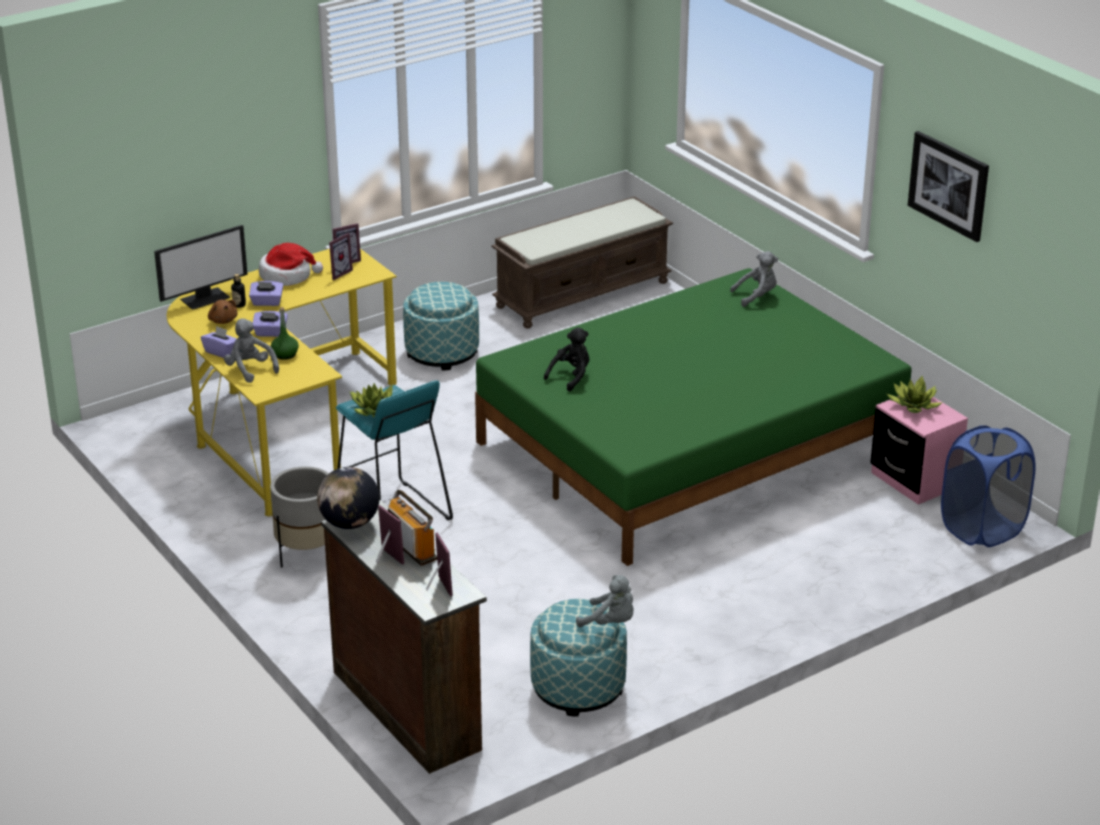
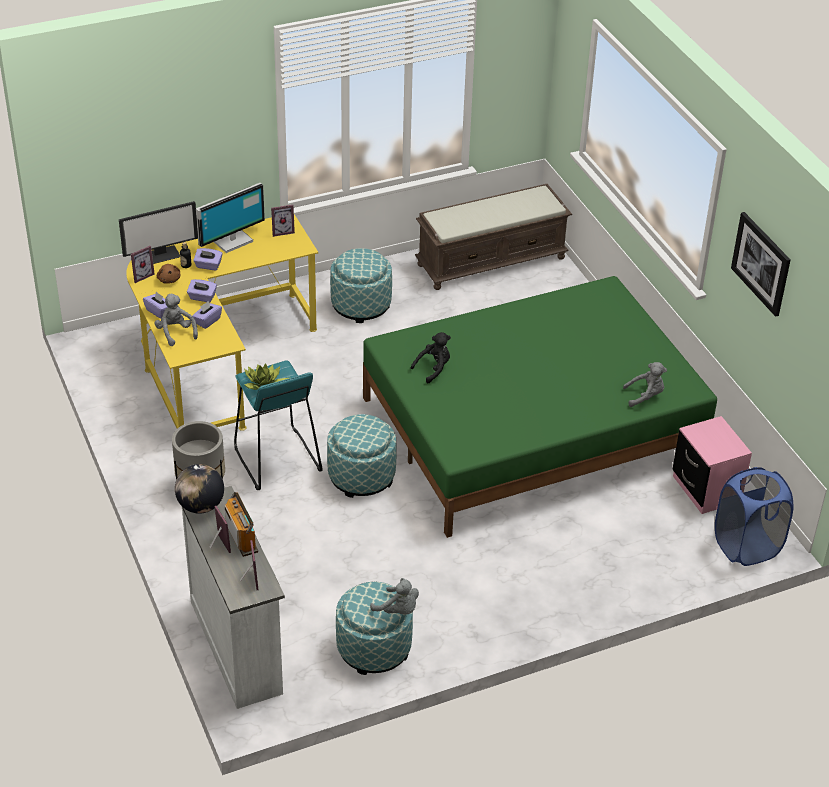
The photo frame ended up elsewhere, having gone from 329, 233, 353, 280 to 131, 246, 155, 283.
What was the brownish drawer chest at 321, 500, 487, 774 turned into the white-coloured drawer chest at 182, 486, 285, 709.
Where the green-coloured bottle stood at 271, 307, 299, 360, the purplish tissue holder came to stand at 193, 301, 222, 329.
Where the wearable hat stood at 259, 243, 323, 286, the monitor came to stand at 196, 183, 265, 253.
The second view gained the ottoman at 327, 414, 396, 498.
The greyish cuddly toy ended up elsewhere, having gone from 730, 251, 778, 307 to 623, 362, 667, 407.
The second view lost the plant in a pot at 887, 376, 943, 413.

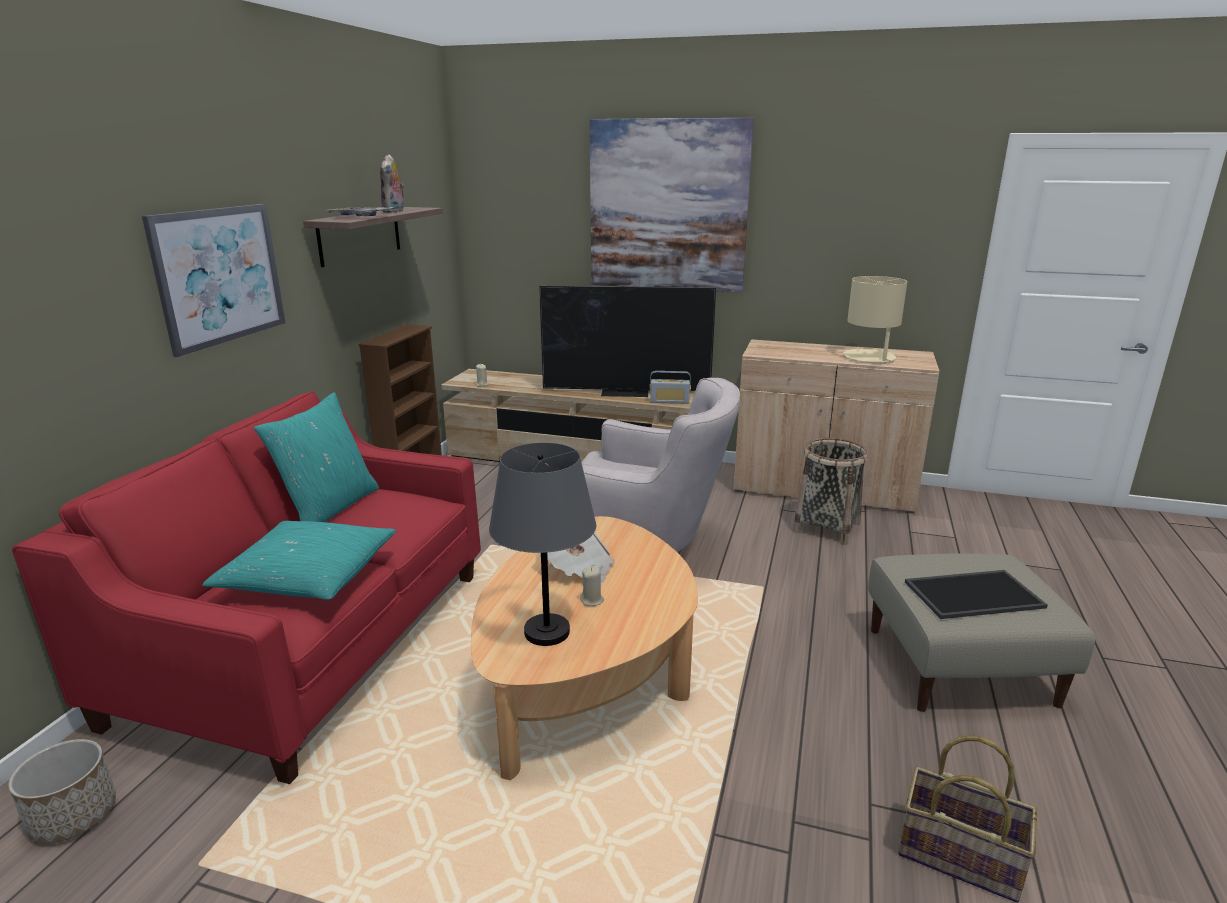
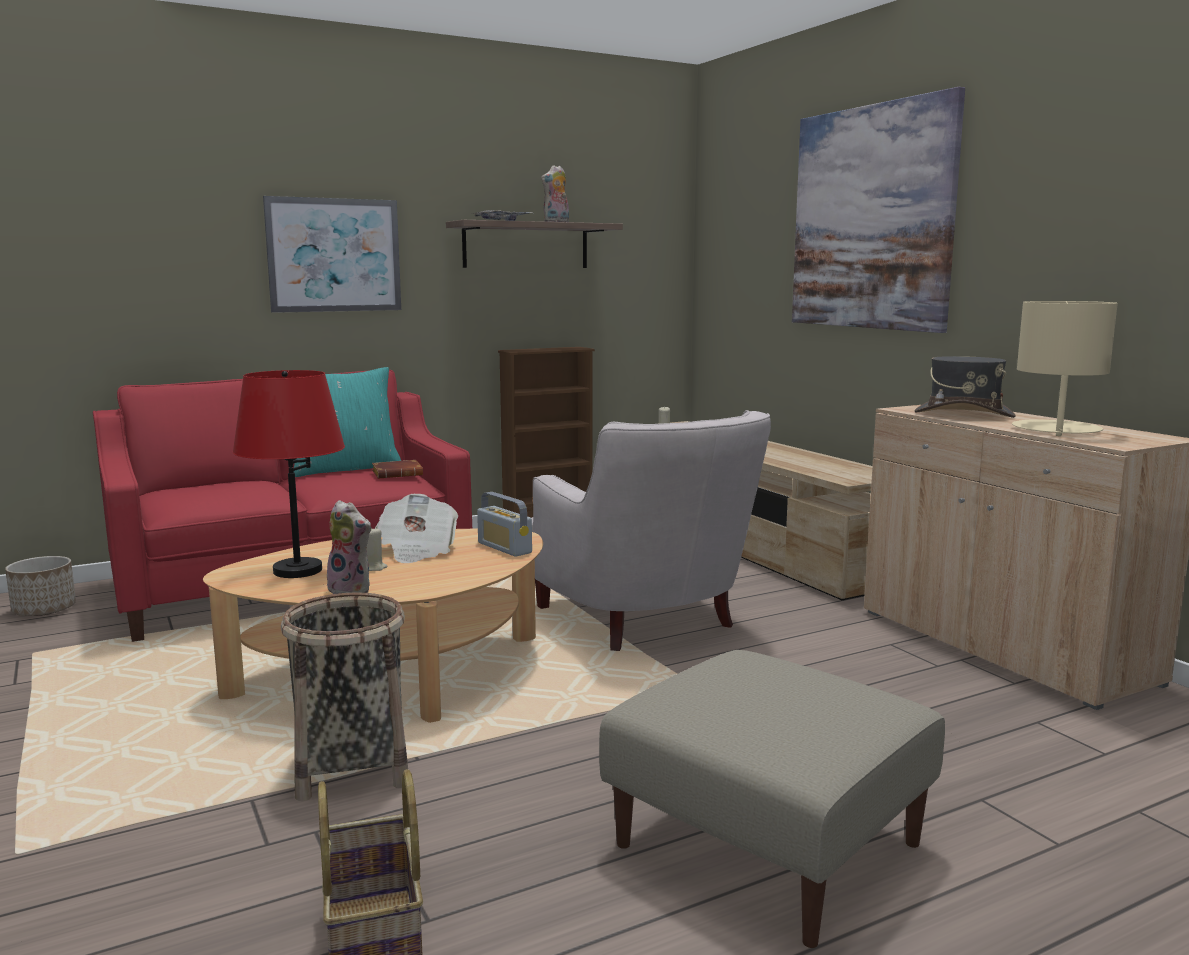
What was the greyish lamp for a table at 489, 443, 596, 646 turned into the red-coloured lamp for a table at 233, 370, 345, 578.
The household basket ended up elsewhere, having gone from 793, 438, 868, 545 to 281, 592, 408, 801.
The second view gained the cuddly toy at 327, 500, 371, 594.
The second view gained the brownish bound book at 372, 460, 423, 479.
The radio receiver ended up elsewhere, having gone from 650, 371, 691, 404 to 477, 492, 532, 557.
The second view gained the greyish wearable hat at 914, 356, 1016, 418.
The second view lost the turquoise throw pillow at 202, 521, 396, 600.
The second view lost the television at 539, 286, 716, 397.
The second view lost the serving tray at 905, 570, 1048, 619.

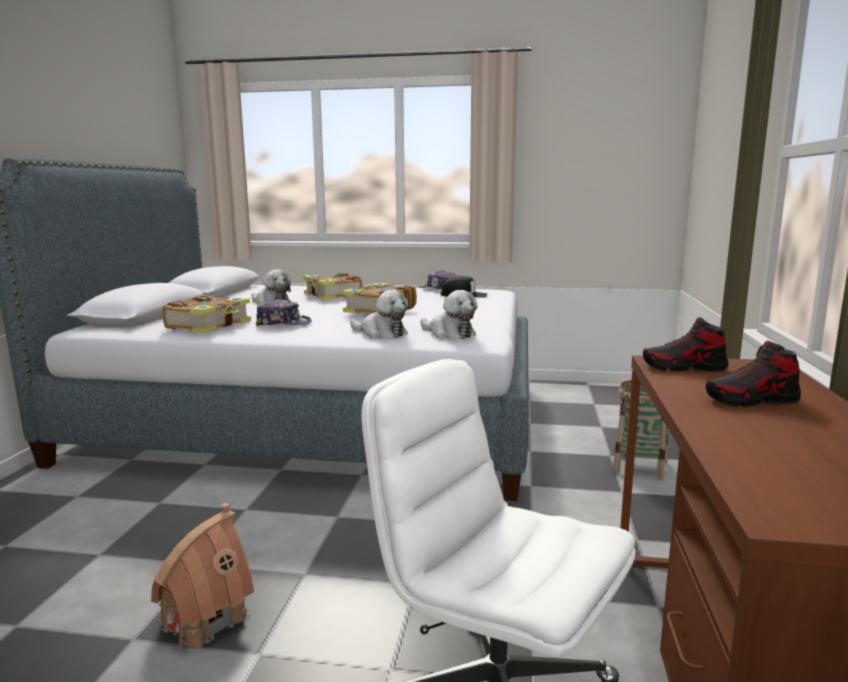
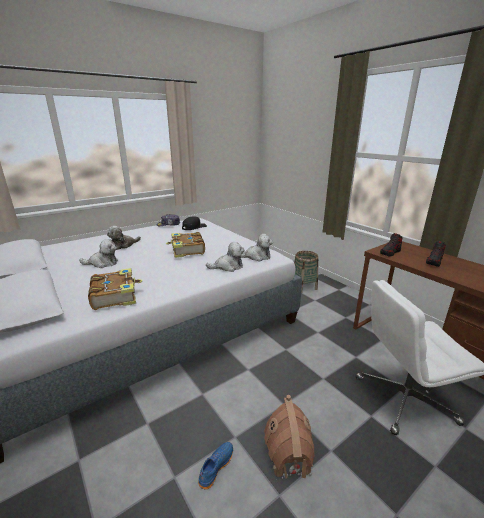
Where the bound book stood at 303, 272, 363, 301, the cuddly toy came to stand at 107, 226, 141, 250.
The second view gained the bluish item of footwear at 198, 442, 233, 489.
The second view lost the baseball cap at 256, 299, 312, 326.

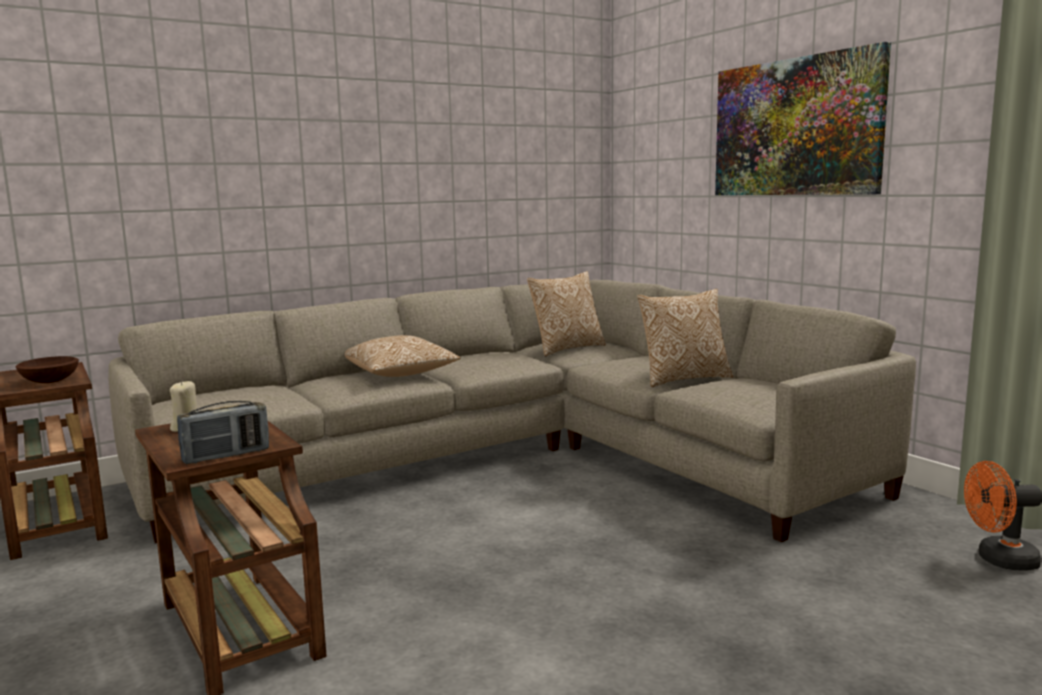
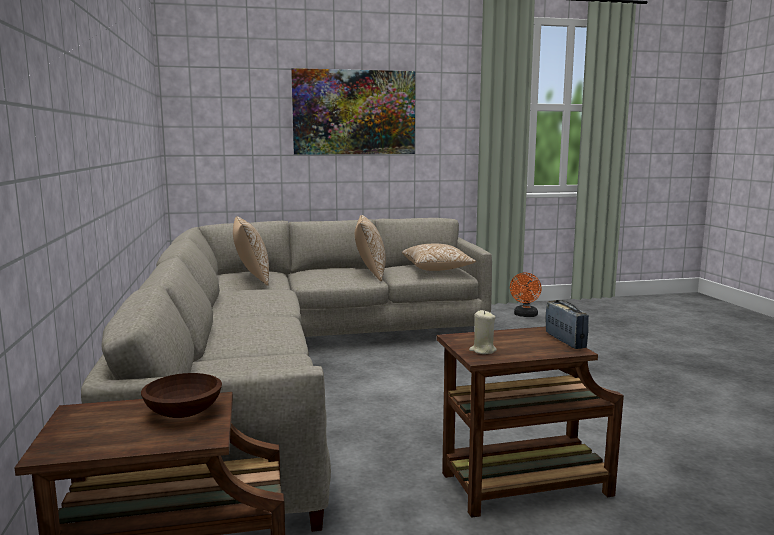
The throw pillow ended up elsewhere, having gone from 345, 335, 461, 377 to 402, 244, 476, 271.

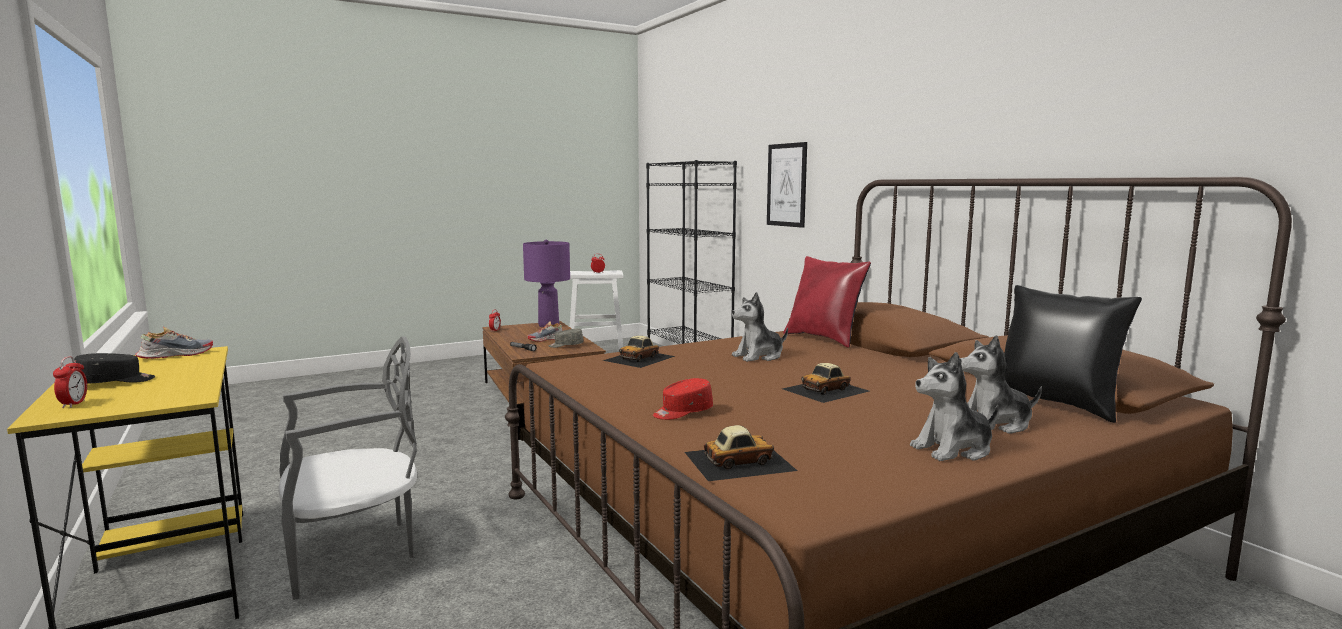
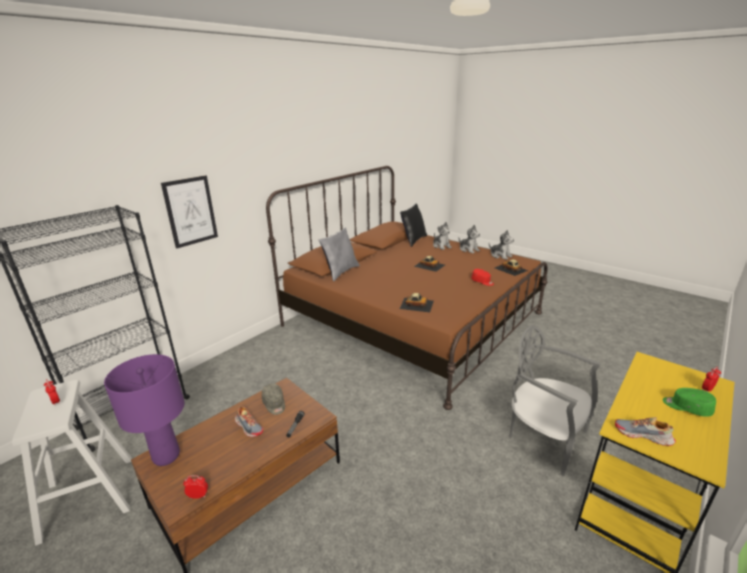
What was the red-coloured throw pillow at 783, 256, 871, 348 turned into the greyish throw pillow at 319, 227, 360, 281.
The cuddly toy ended up elsewhere, having gone from 732, 292, 788, 362 to 489, 230, 514, 260.
What was the black-coloured baseball cap at 74, 353, 155, 384 turned into the green-coloured baseball cap at 663, 388, 716, 417.

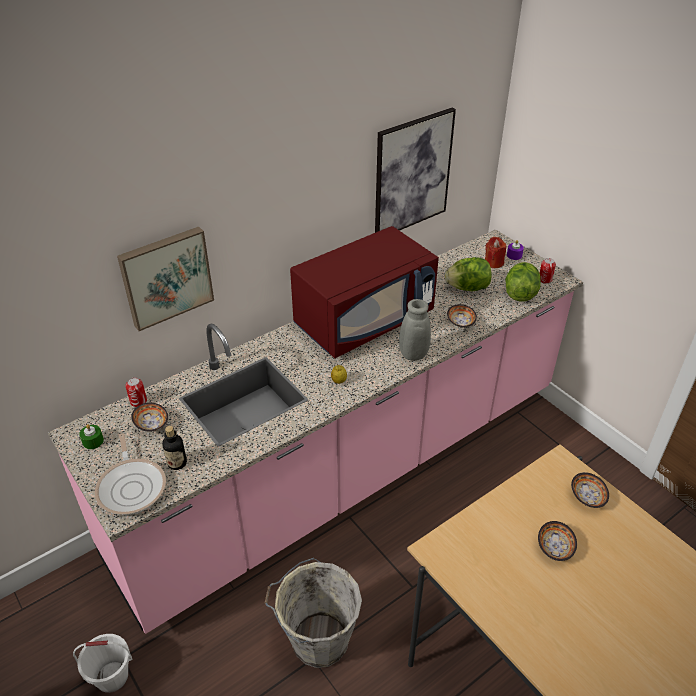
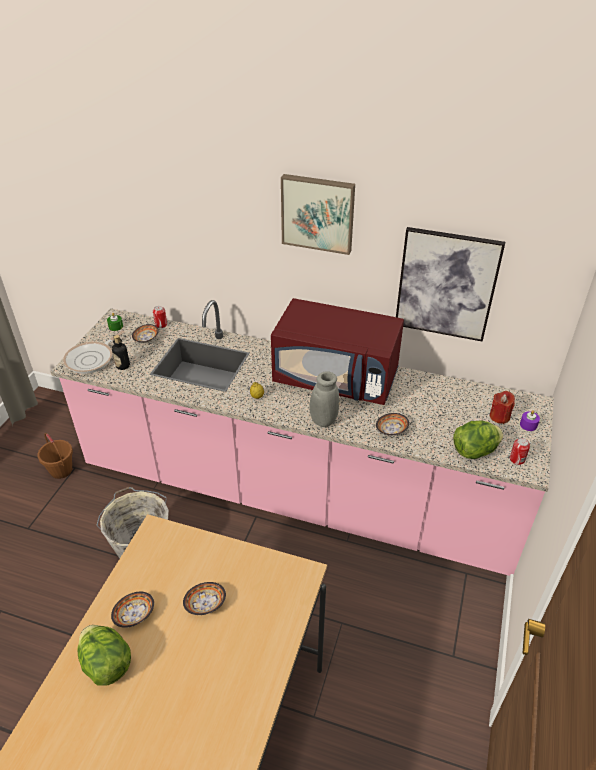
What was the white-coloured water bucket at 73, 634, 132, 693 turned into the brownish water bucket at 38, 433, 73, 479.
The lettuce head ended up elsewhere, having gone from 445, 257, 492, 292 to 78, 625, 131, 686.
The serving bowl ended up elsewhere, having gone from 571, 472, 609, 508 to 111, 592, 154, 628.
The wall picture ended up elsewhere, having gone from 117, 227, 214, 331 to 281, 174, 355, 255.

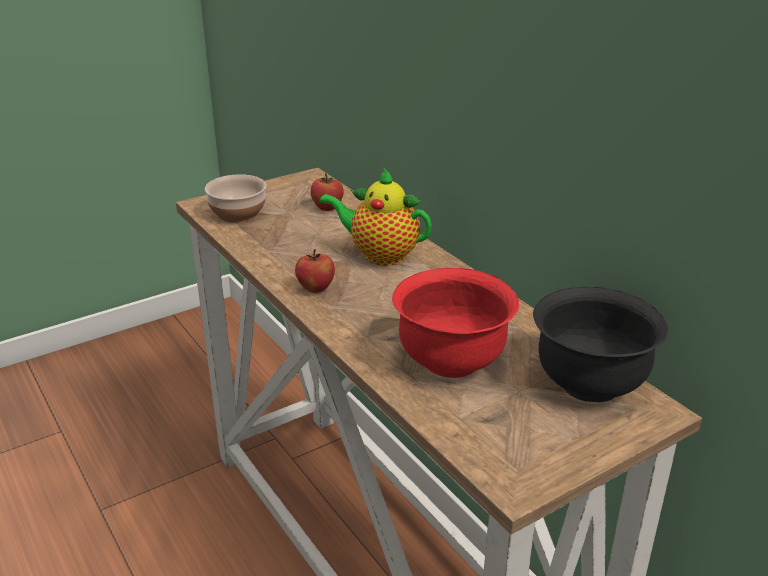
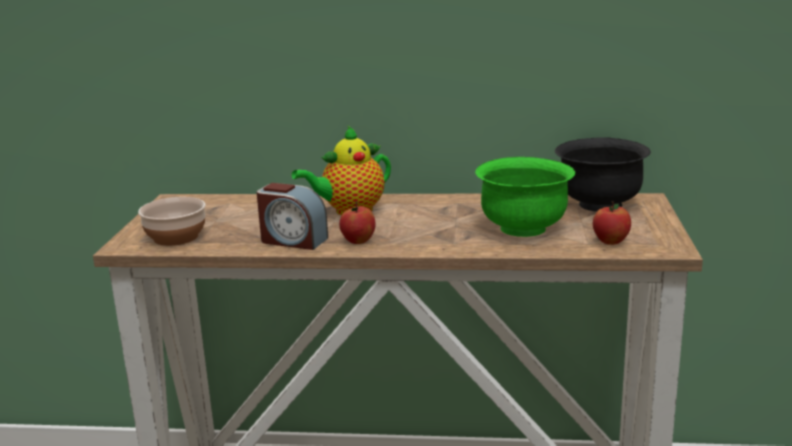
The second view gained the table clock at 257, 183, 328, 250.
What was the red-coloured serving bowl at 392, 268, 519, 378 turned into the green-coloured serving bowl at 475, 157, 575, 237.
The whole apple ended up elsewhere, having gone from 311, 174, 344, 211 to 593, 201, 631, 245.

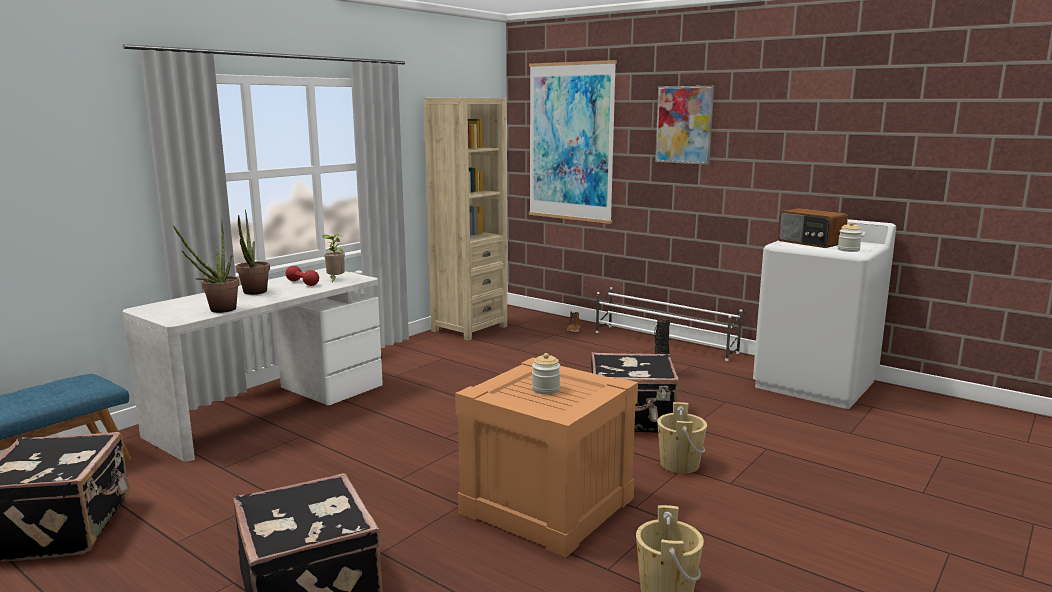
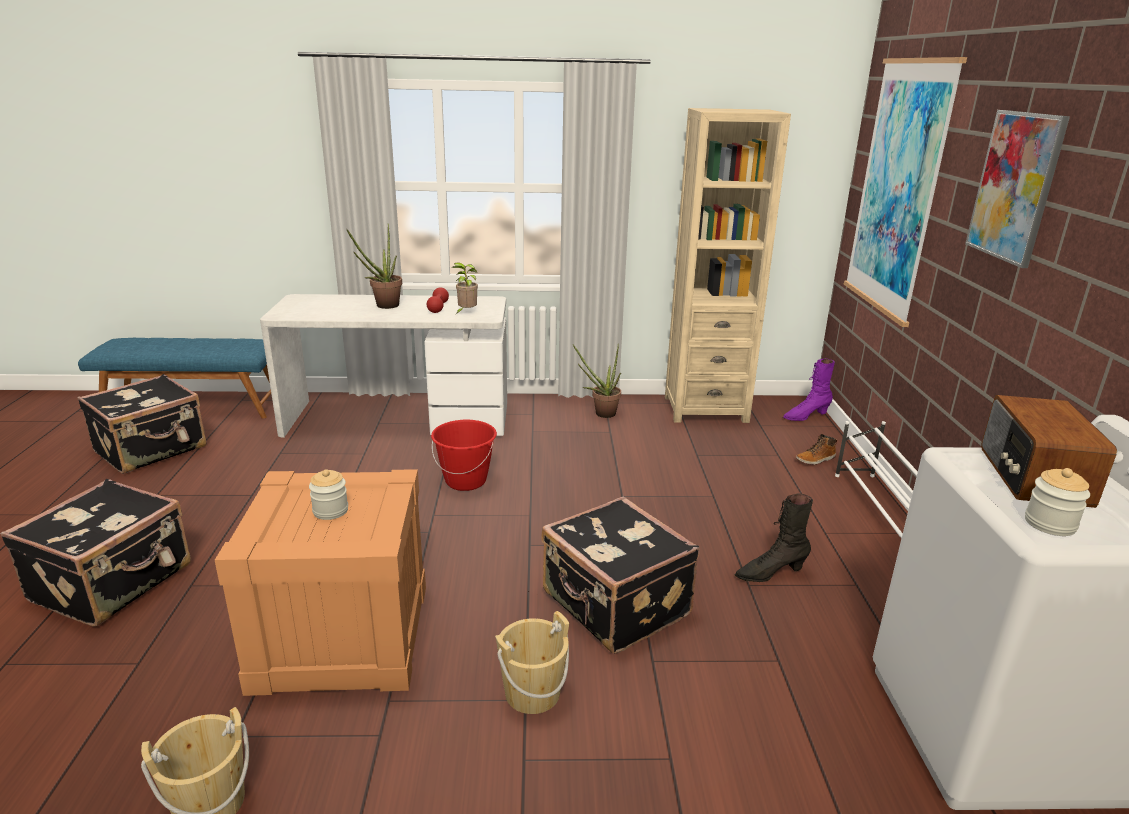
The second view gained the red-coloured water bucket at 431, 420, 497, 491.
The plant in a pot ended up elsewhere, having gone from 173, 220, 240, 313 to 573, 344, 621, 418.
The second view gained the purplish high-top boot at 783, 359, 835, 421.

